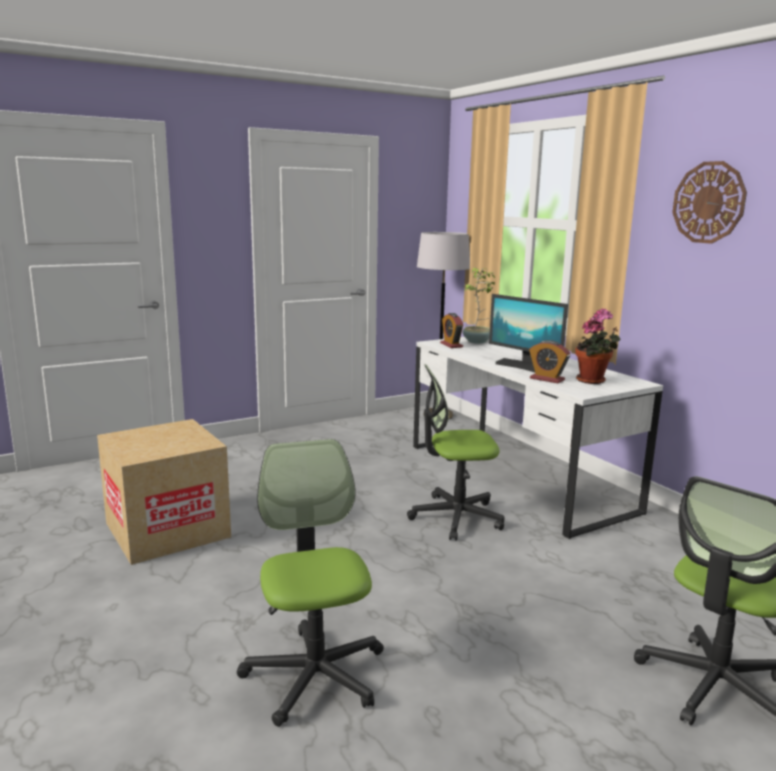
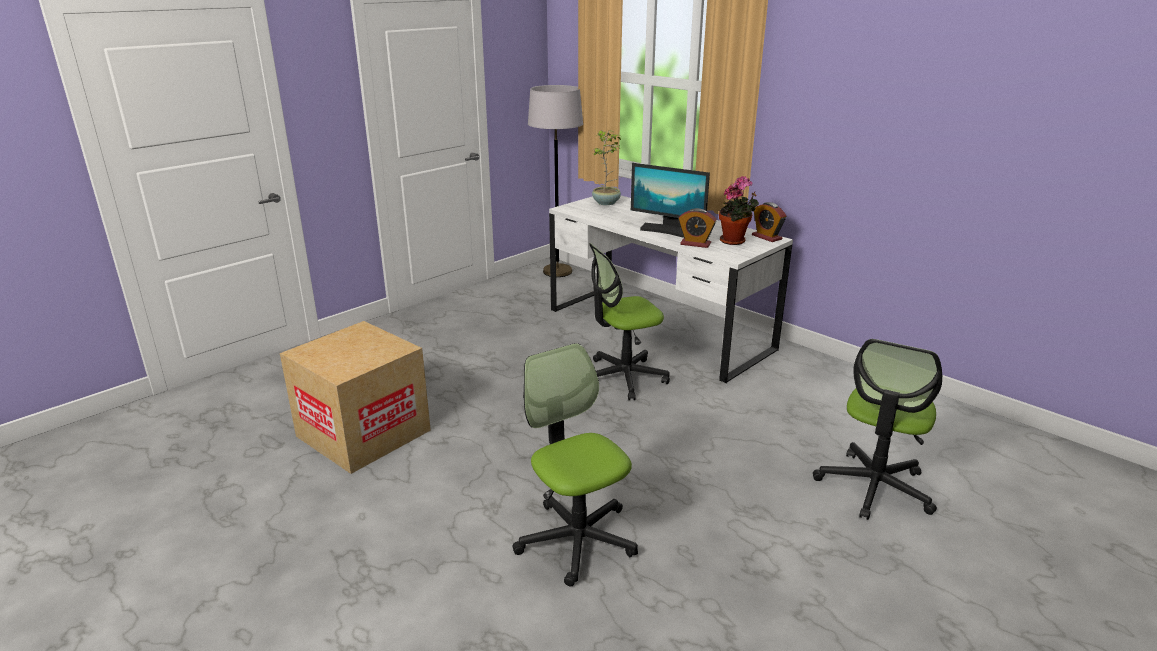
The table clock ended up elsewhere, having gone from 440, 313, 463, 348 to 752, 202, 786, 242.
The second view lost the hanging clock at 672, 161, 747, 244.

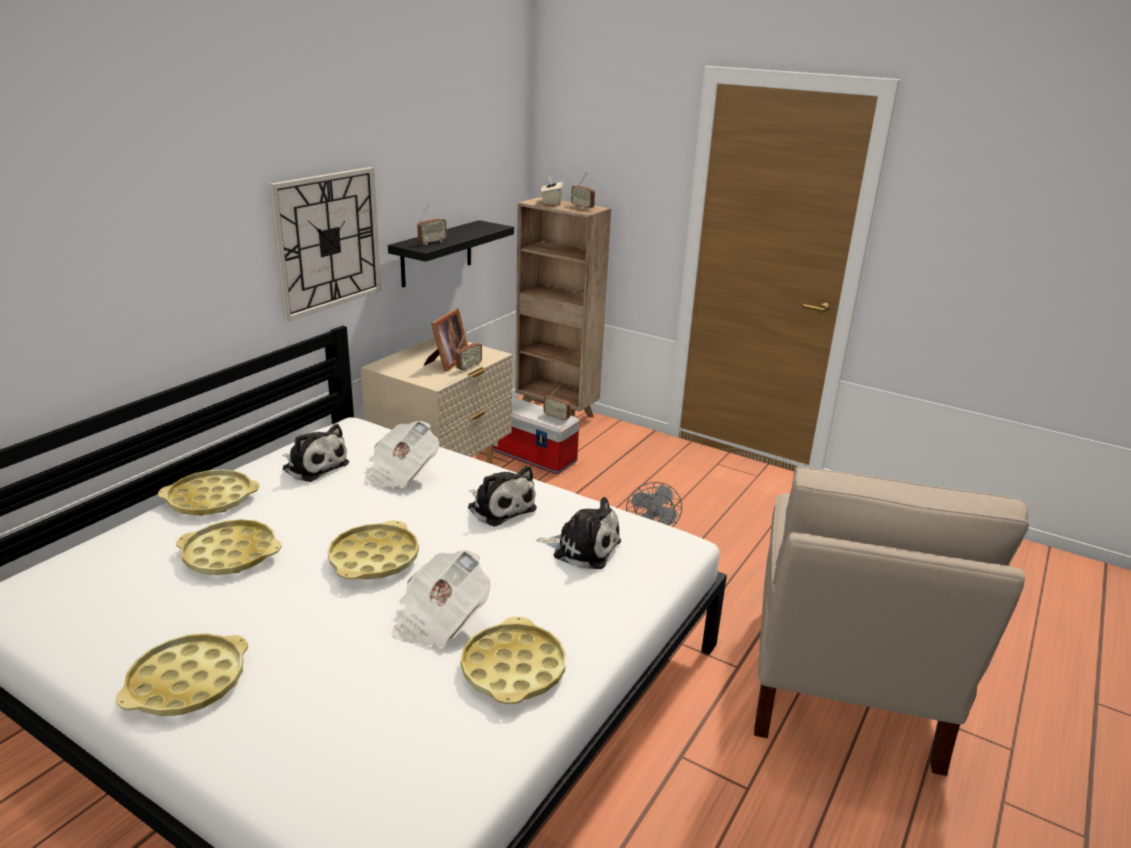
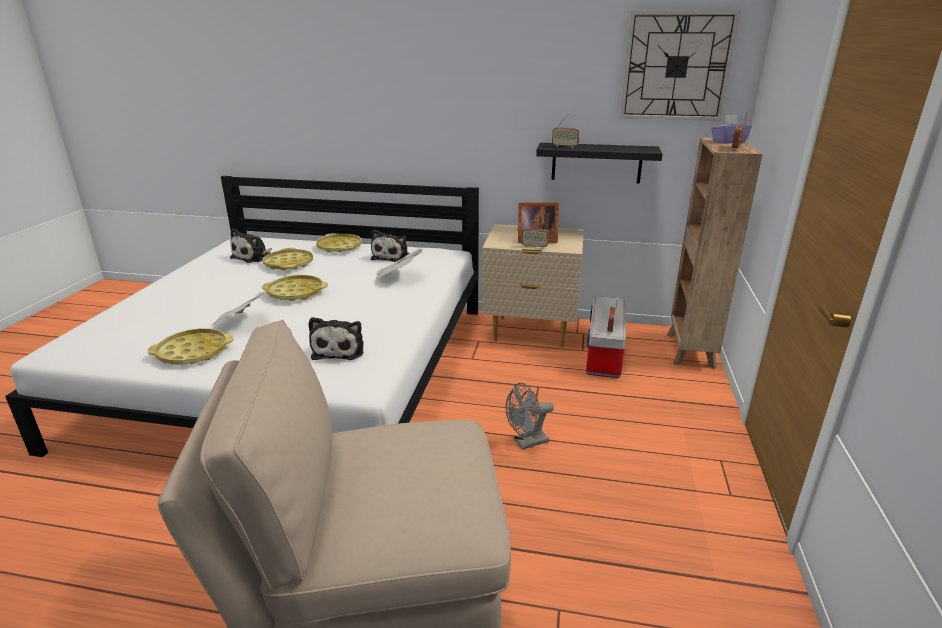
The cuddly toy ended up elsewhere, having gone from 468, 466, 537, 527 to 230, 229, 272, 263.
The hanging clock ended up elsewhere, having gone from 269, 167, 381, 321 to 620, 10, 740, 121.
What was the beige-coloured tissue holder at 541, 176, 563, 205 turned into the purplish tissue holder at 711, 114, 752, 144.
The second view lost the yellow-coloured serving tray at 116, 633, 248, 716.

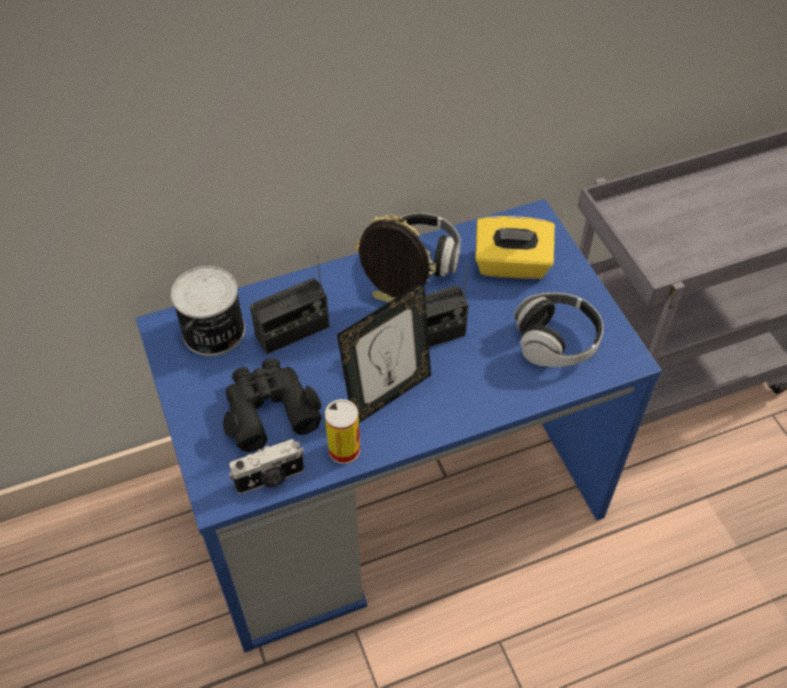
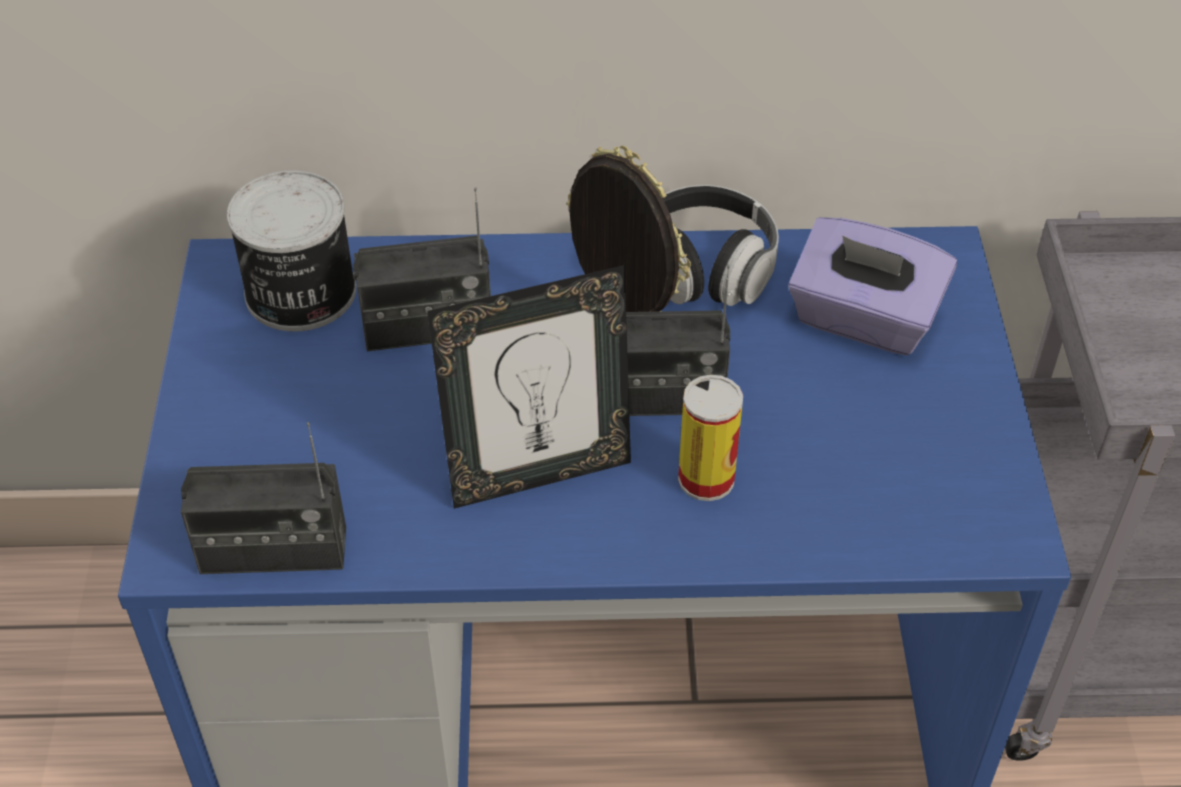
Where the photo camera stood at 229, 439, 304, 494, the radio receiver came to stand at 181, 422, 346, 574.
The sealed can ended up elsewhere, having gone from 325, 399, 360, 464 to 678, 375, 743, 501.
What was the yellow-coloured tissue holder at 475, 216, 555, 279 turned into the purplish tissue holder at 788, 217, 957, 356.
The second view lost the black-coloured pair of binoculars at 223, 358, 322, 452.
The second view lost the headset at 514, 293, 603, 367.

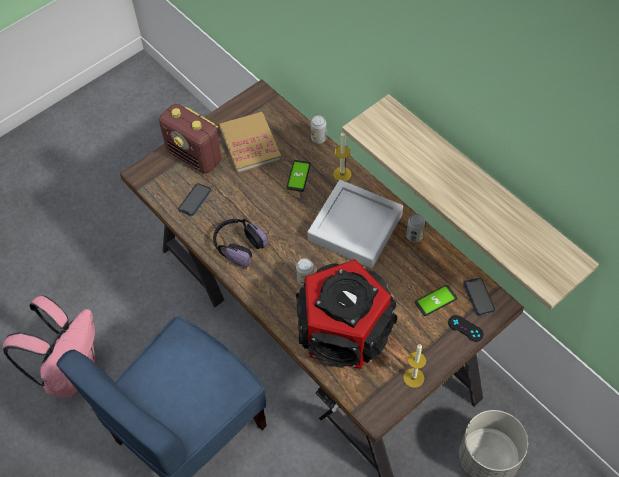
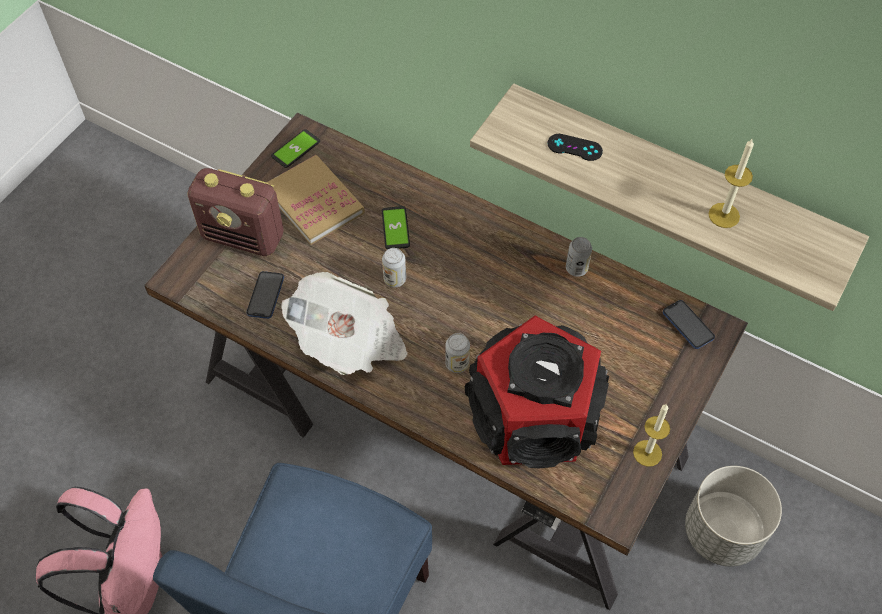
The telephone ended up elsewhere, having gone from 415, 285, 457, 316 to 271, 129, 320, 168.
Where the headset stood at 213, 219, 268, 268, the daily paper came to stand at 281, 272, 408, 376.
The sealed can ended up elsewhere, having gone from 311, 115, 327, 144 to 382, 248, 406, 287.
The black-coloured joypad ended up elsewhere, having gone from 448, 315, 484, 342 to 547, 134, 603, 161.
The wax candle ended up elsewhere, having gone from 333, 132, 352, 181 to 709, 139, 754, 228.
The second view lost the greyish serving tray at 307, 180, 403, 268.

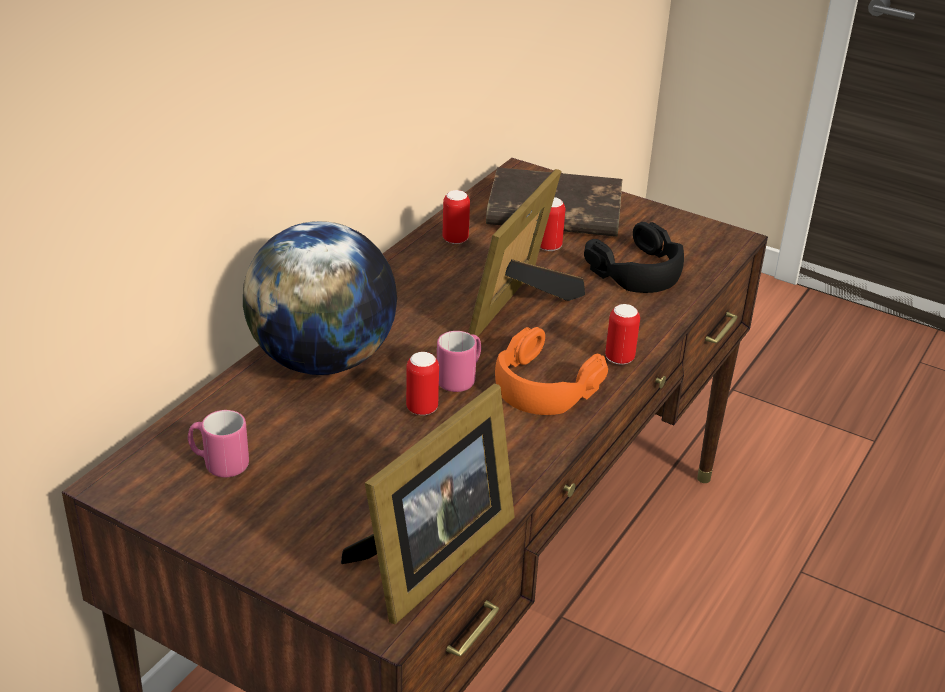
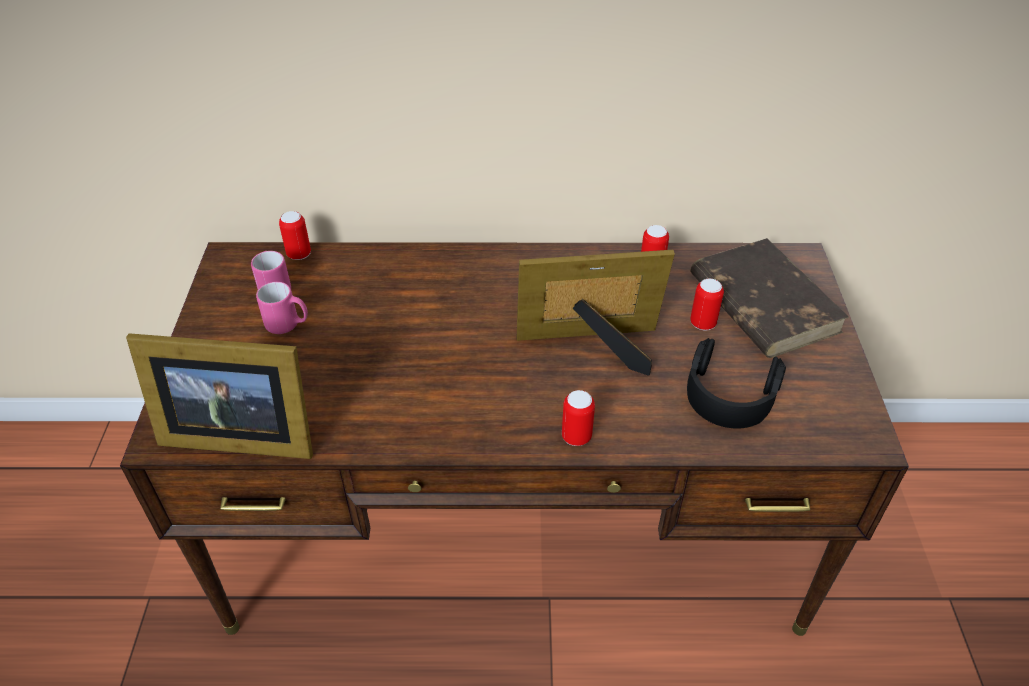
The pinkish tea mug ended up elsewhere, having gone from 437, 331, 481, 392 to 256, 282, 308, 334.
The sealed can ended up elsewhere, having gone from 406, 352, 439, 415 to 279, 211, 311, 260.
The second view lost the globe at 243, 221, 397, 375.
The second view lost the orangey headset at 495, 327, 608, 415.

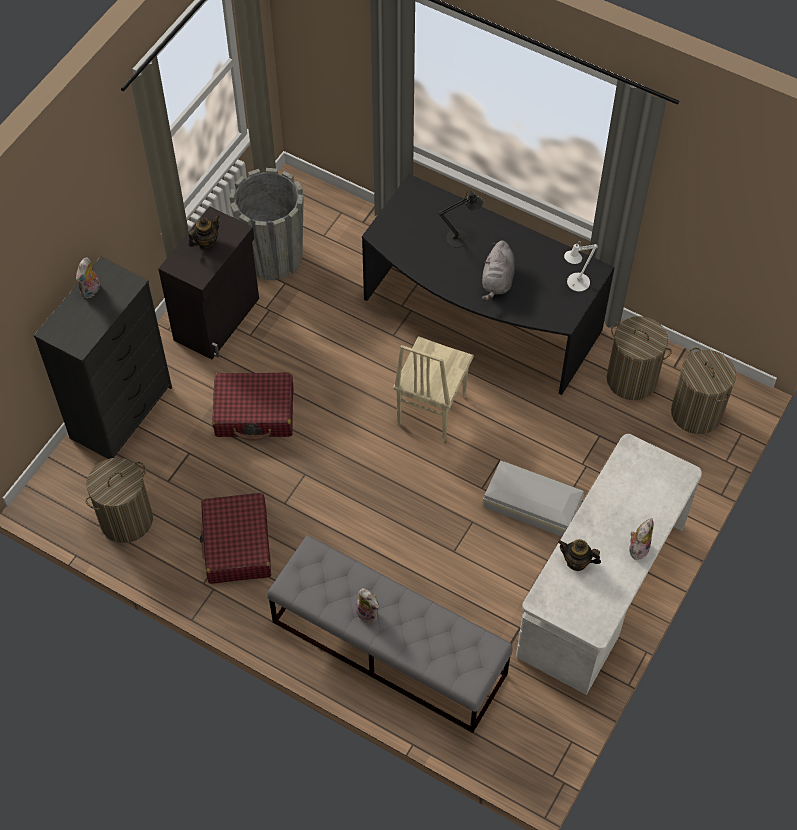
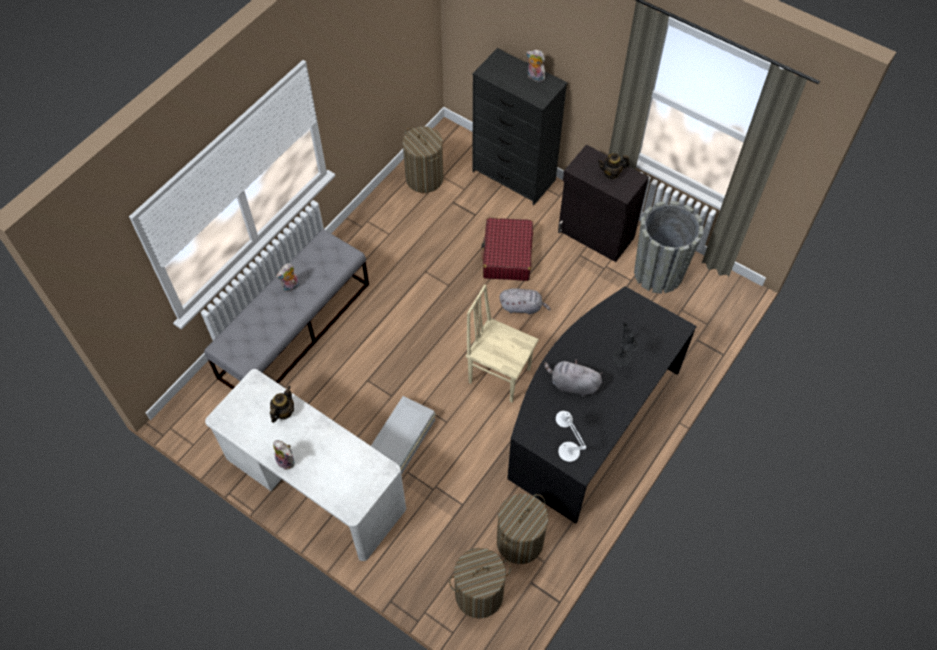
The second view gained the greyish cuddly toy at 500, 288, 551, 315.
The pot for tea at 188, 215, 220, 249 ended up facing another way, 120 degrees clockwise from before.
The second view lost the red-coloured suitcase at 200, 493, 271, 584.

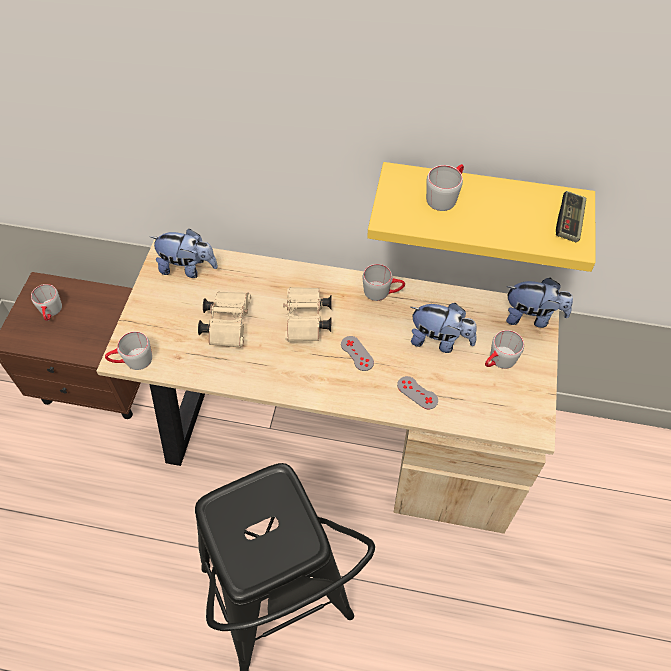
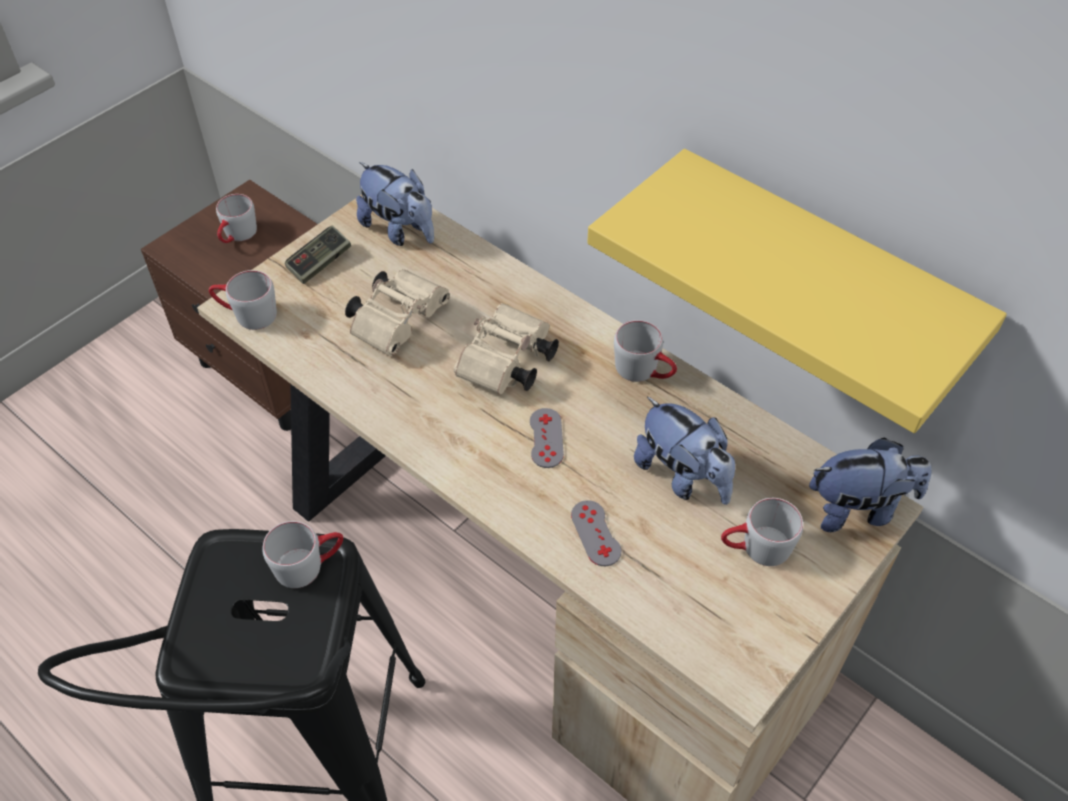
The greyish tea mug ended up elsewhere, having gone from 426, 164, 464, 211 to 262, 521, 343, 588.
The joypad ended up elsewhere, having gone from 556, 191, 586, 242 to 285, 226, 351, 284.
The cuddly toy at 506, 278, 573, 328 ended up facing another way, 45 degrees counterclockwise from before.

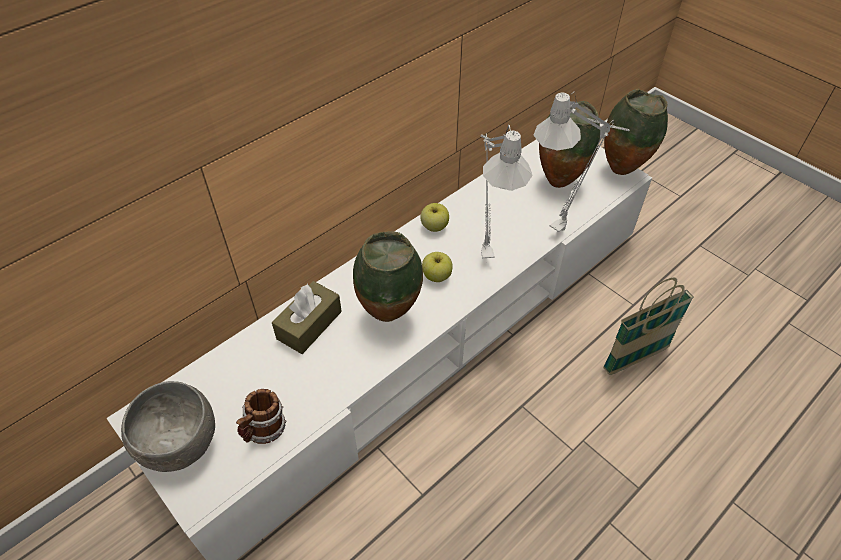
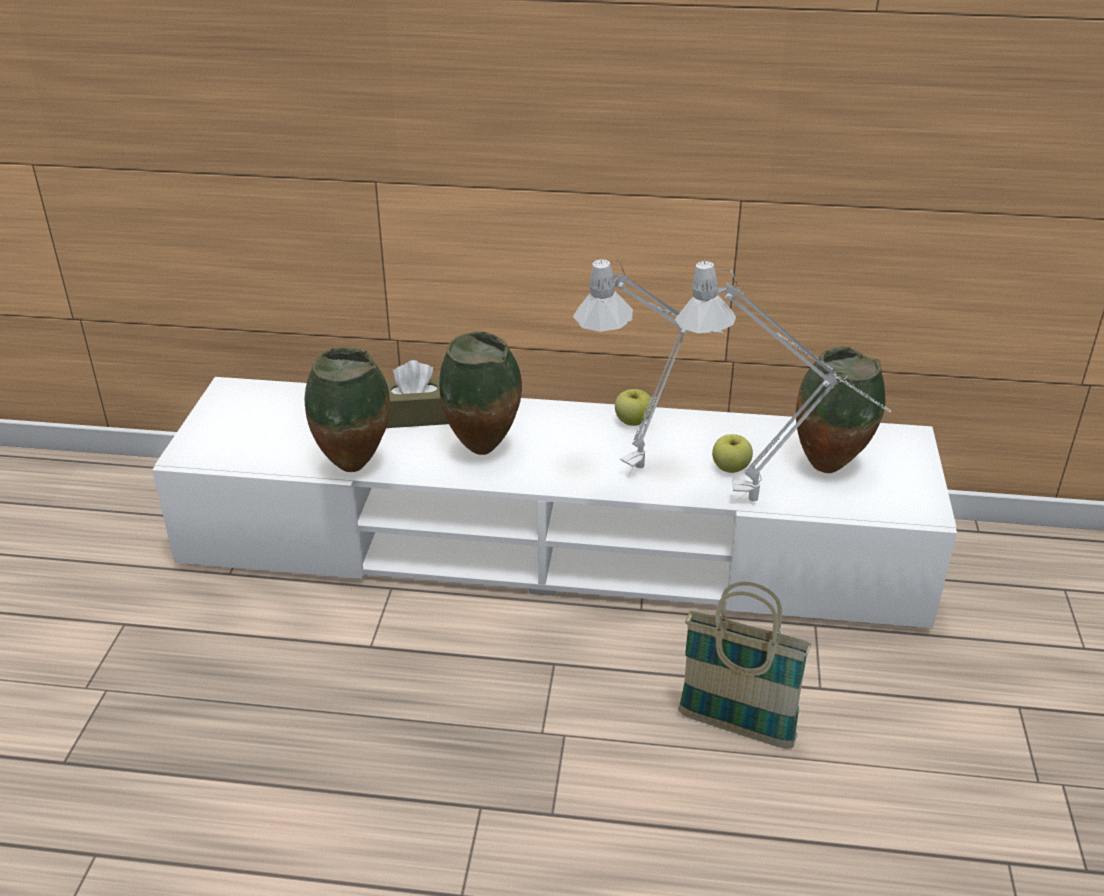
The decorative vase ended up elsewhere, having gone from 604, 89, 668, 175 to 305, 347, 390, 472.
The whole apple ended up elsewhere, having gone from 422, 252, 453, 282 to 712, 434, 753, 473.
The second view lost the greyish serving bowl at 121, 381, 215, 472.
The second view lost the tea mug at 236, 389, 286, 444.

